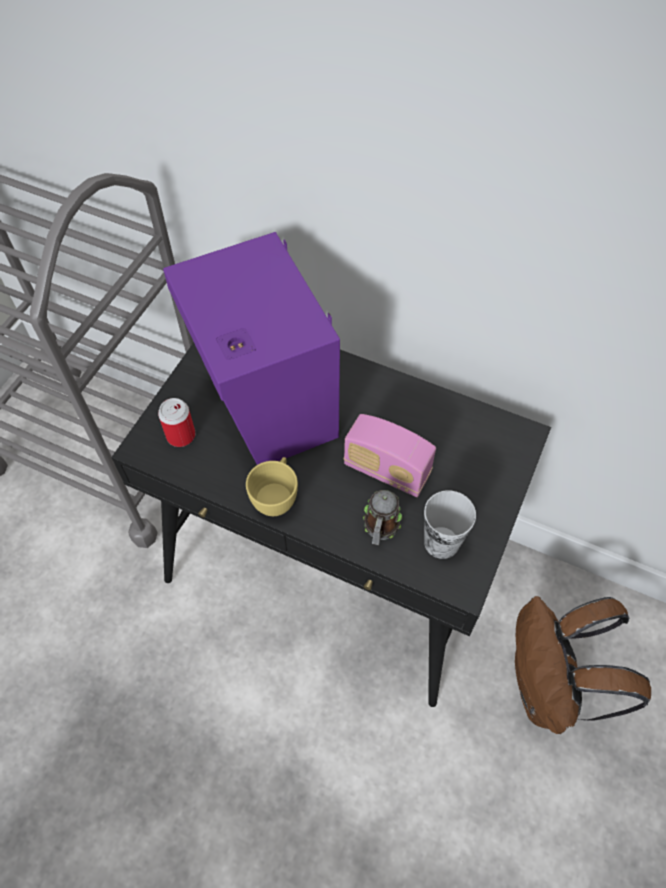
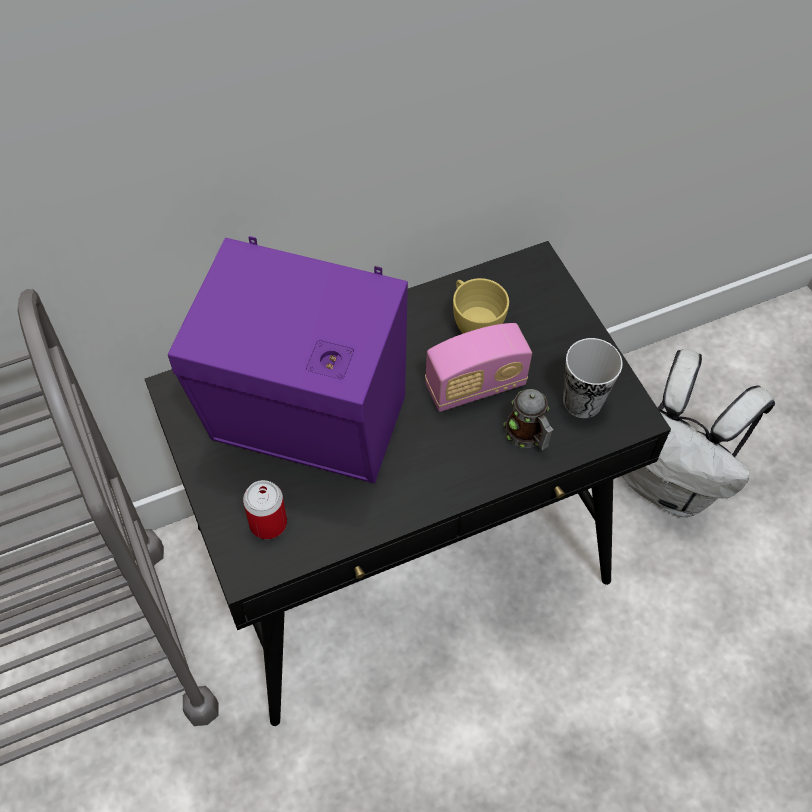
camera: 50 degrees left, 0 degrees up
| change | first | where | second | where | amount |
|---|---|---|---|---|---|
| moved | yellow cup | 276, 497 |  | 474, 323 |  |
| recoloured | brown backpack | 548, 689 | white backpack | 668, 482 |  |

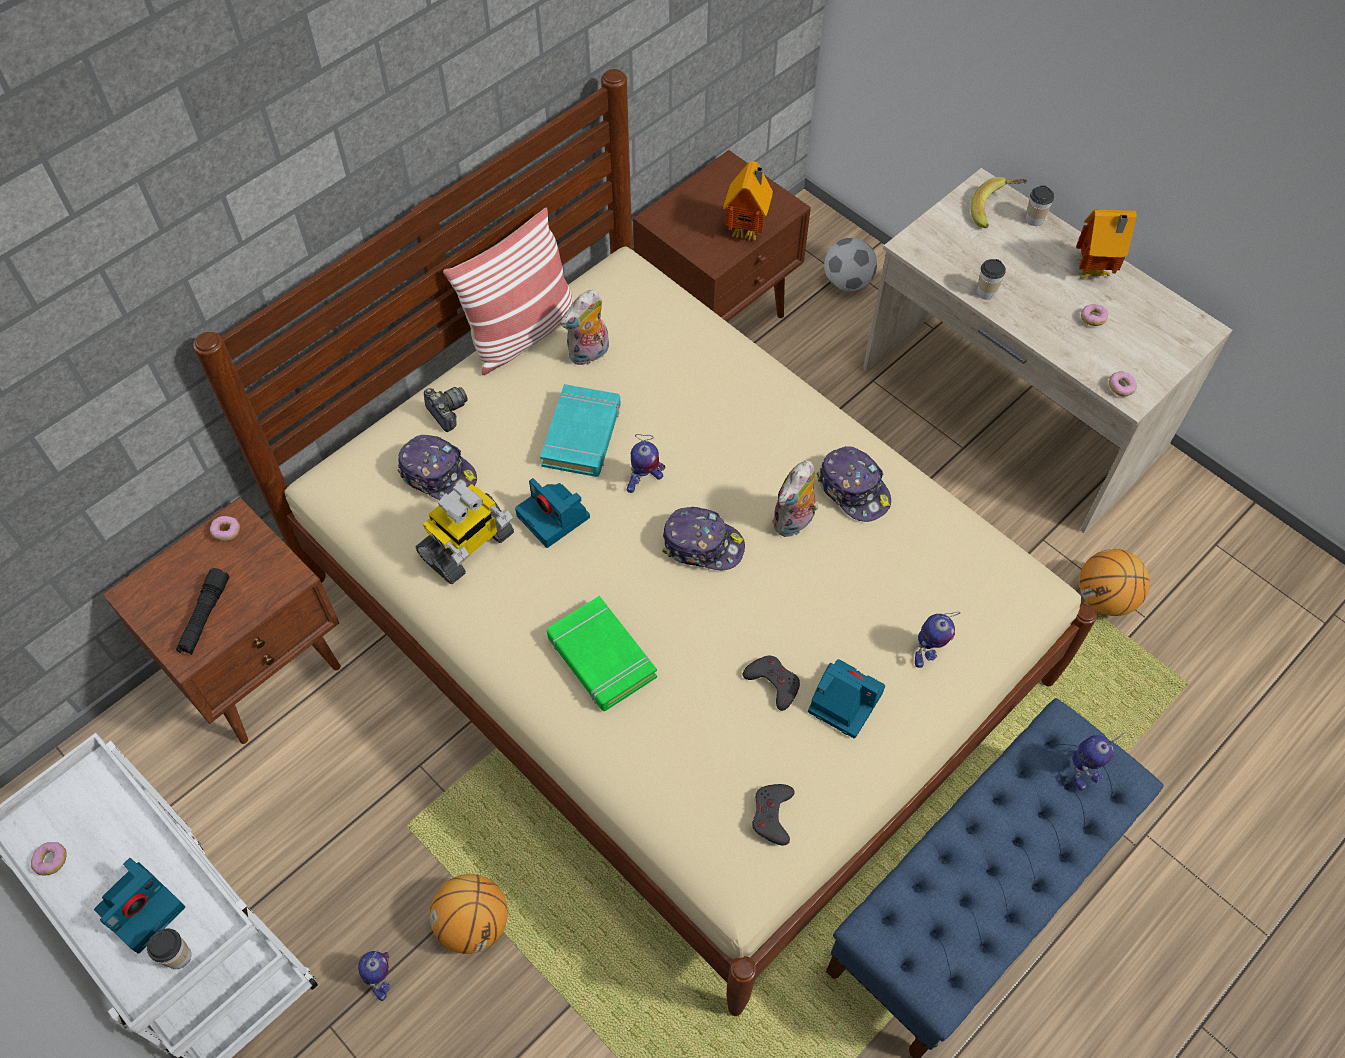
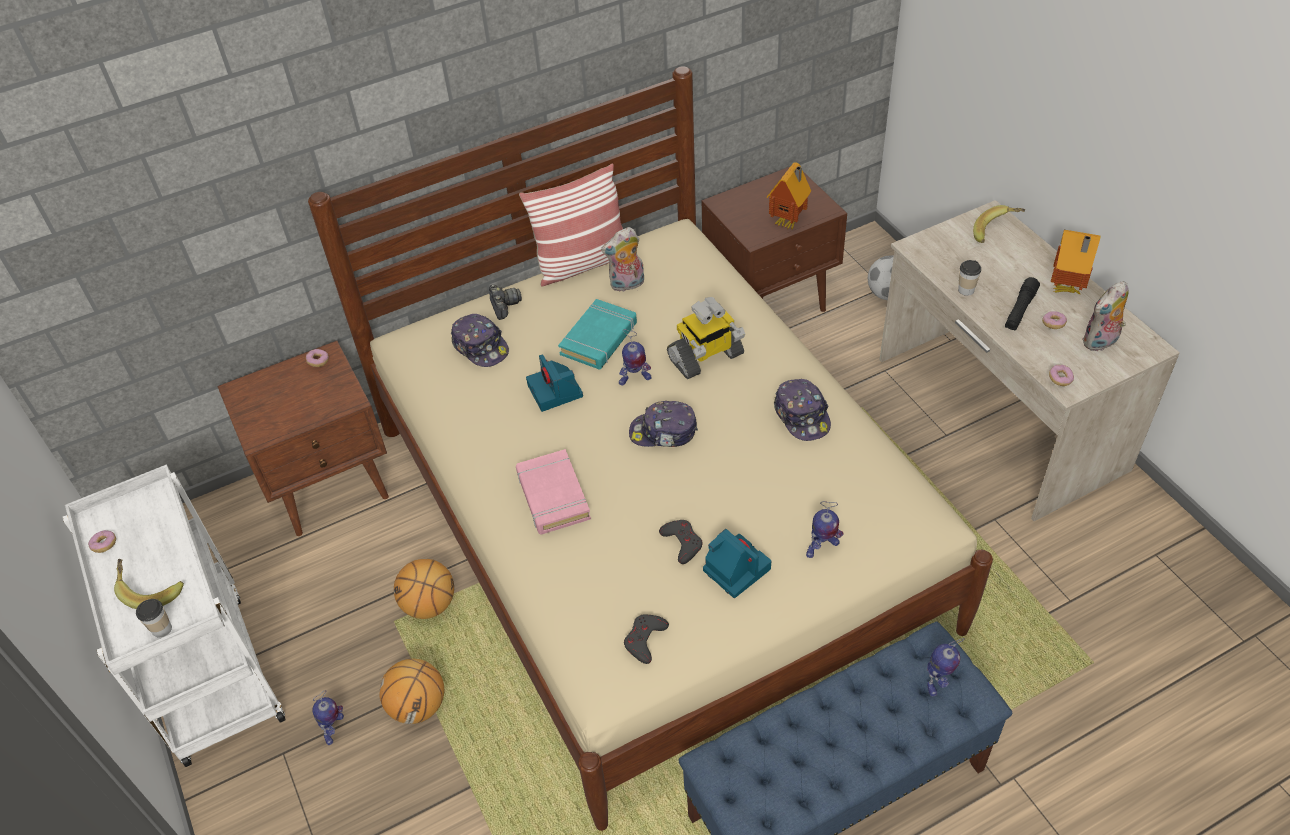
camera: 20 degrees right, 10 degrees down
| change | first | where | second | where | amount |
|---|---|---|---|---|---|
| removed | cup | 1034, 219 |  |  |  |
| moved | plush toy | 794, 523 |  | 1100, 343 |  |
| moved | toy robot | 467, 547 |  | 706, 357 |  |
| turned | cap | 702, 545 |  | 663, 432 | 150 degrees clockwise |
| moved | basketball | 1105, 598 |  | 429, 605 |  |
| moved | black flashlight | 205, 616 |  | 1020, 310 |  |
| recoloured | green book | 601, 657 | pink book | 553, 496 |  |
| replaced | photo camera | 142, 907 | banana | 151, 589 |  |

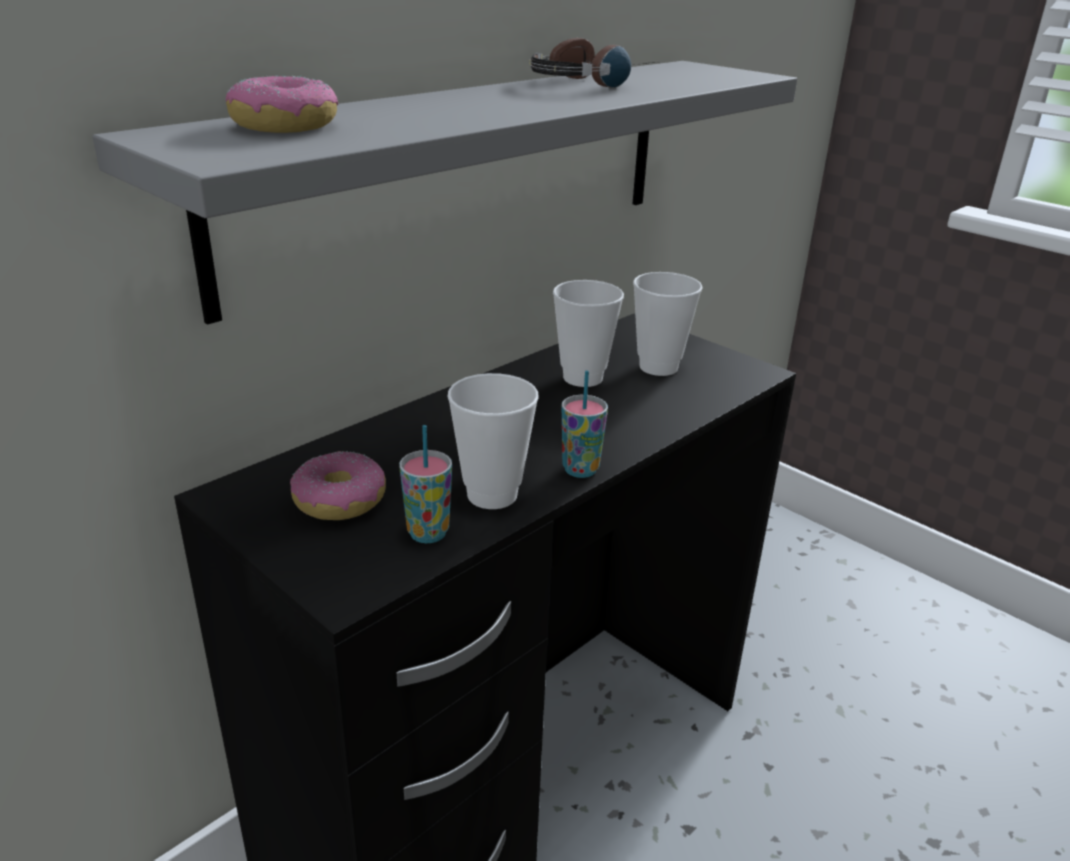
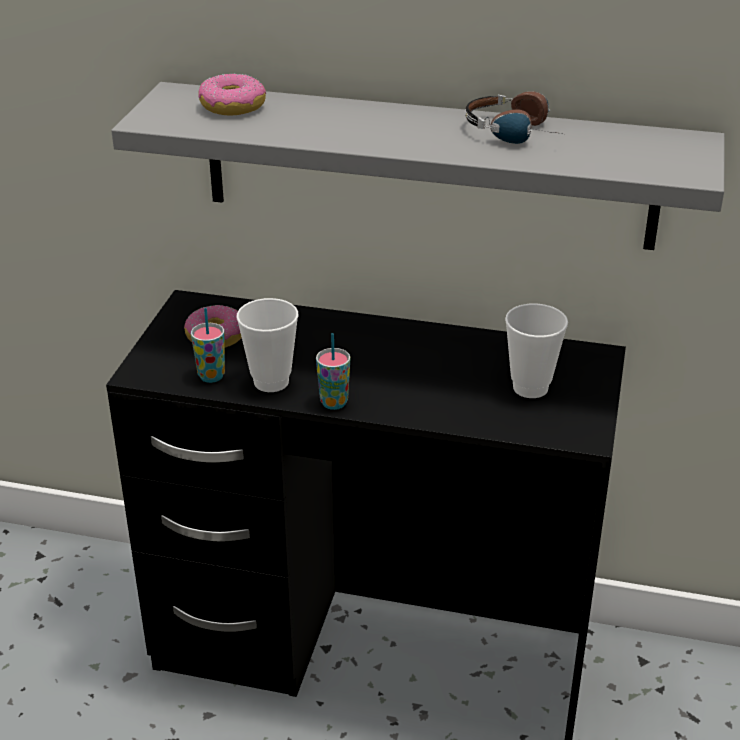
camera: 60 degrees right, 5 degrees up
| change | first | where | second | where | amount |
|---|---|---|---|---|---|
| removed | cup | 583, 378 |  |  |  |

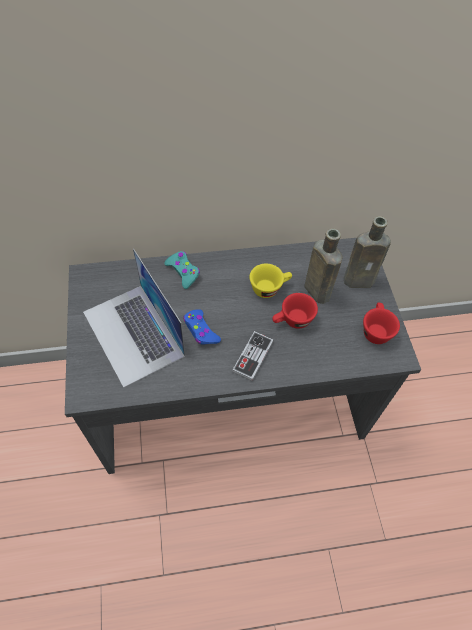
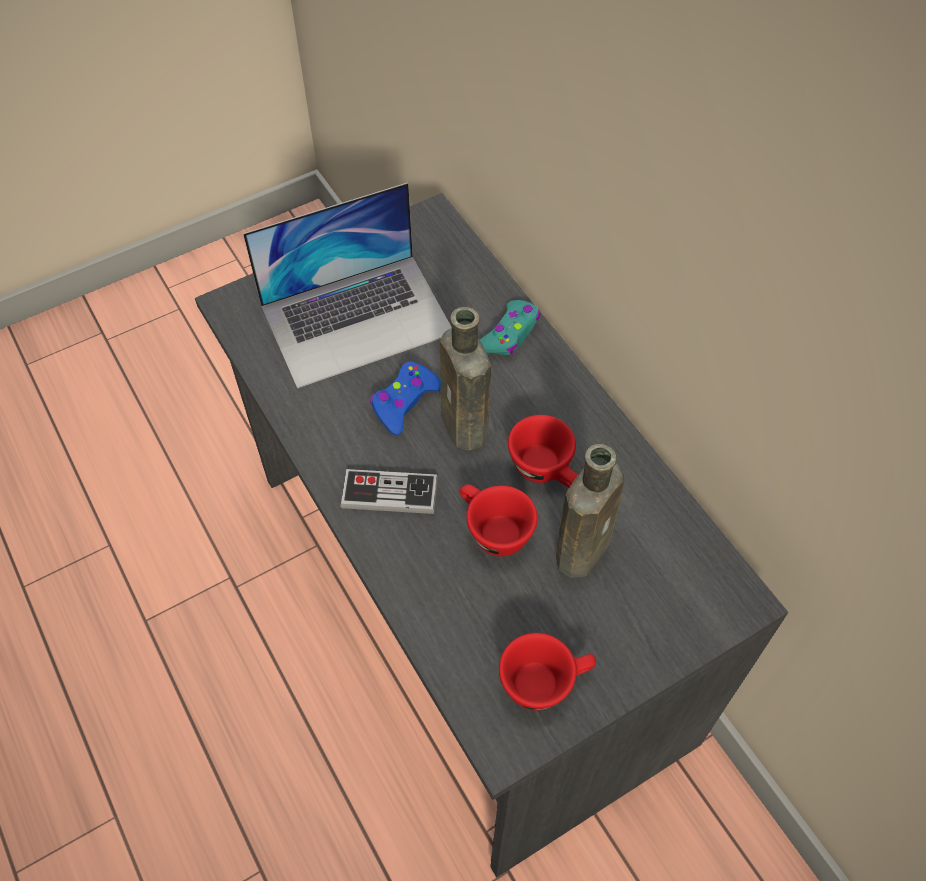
camera: 70 degrees right, 0 degrees up
| change | first | where | second | where | amount |
|---|---|---|---|---|---|
| moved | brown bottle | 361, 280 |  | 466, 429 |  |
| turned | laptop | 133, 334 |  | 357, 319 | 150 degrees counterclockwise |
| recoloured | yellow cup | 269, 287 | red cup | 547, 470 |  |

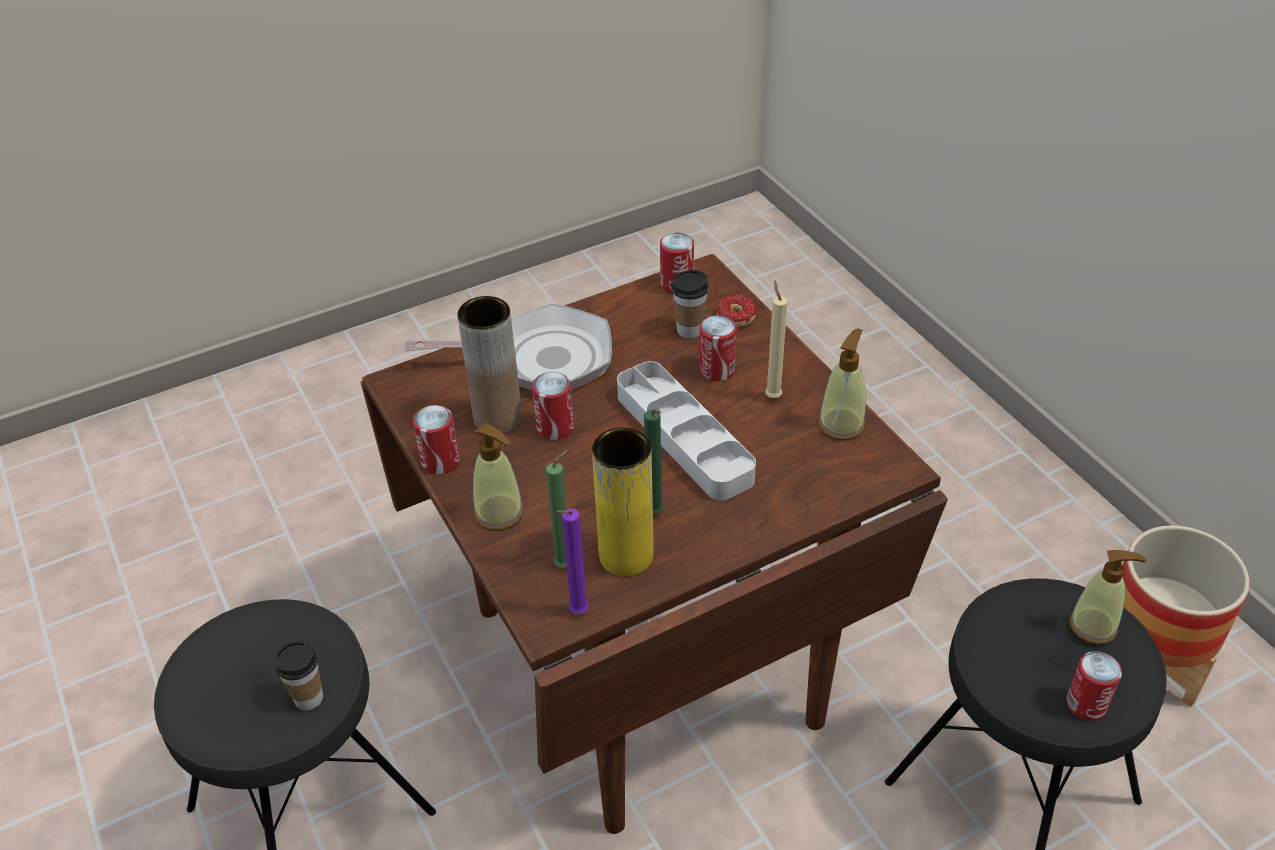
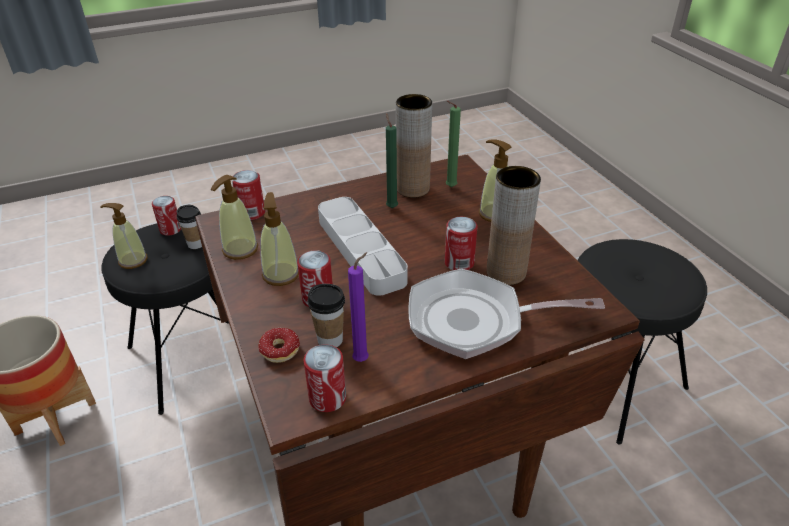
camera: 175 degrees left, 5 degrees down
| change | first | where | second | where | amount |
|---|---|---|---|---|---|
| replaced | beige candle | 772, 395 | soap dispenser | 281, 274 |  |
| moved | can | 440, 461 |  | 251, 213 |  |
| recoloured | yellow vase | 626, 556 | brown vase | 413, 189 |  |
| moved | purple candle | 576, 613 |  | 363, 359 |  |
| moved | cup | 308, 698 |  | 196, 244 |  |

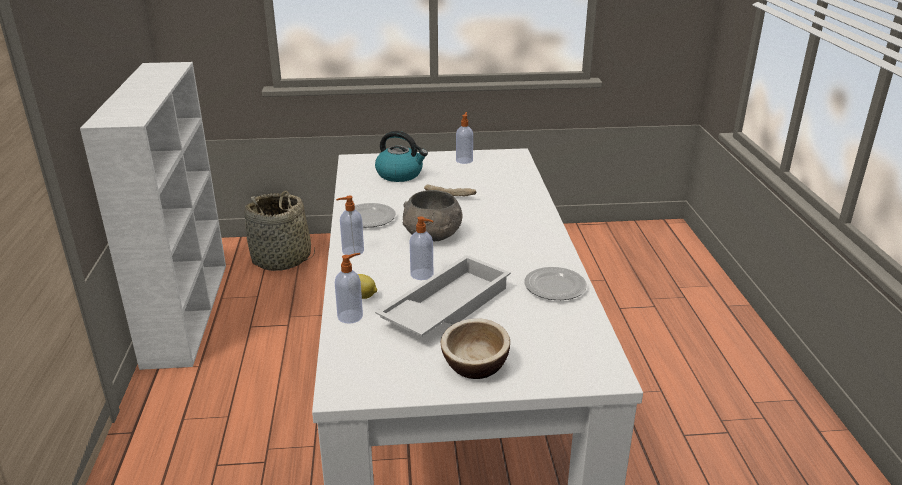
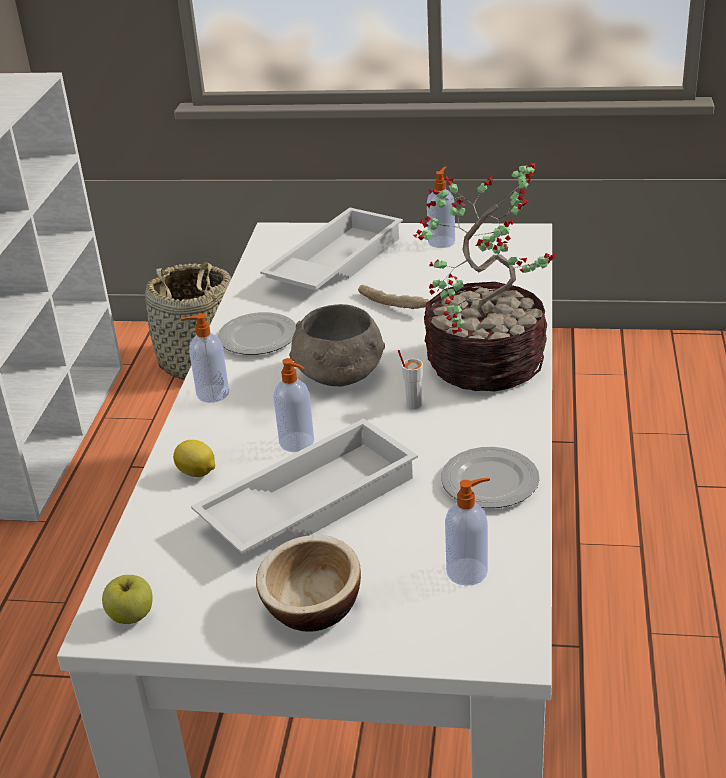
camera: 15 degrees right, 5 degrees up
| change | first | where | second | where | amount |
|---|---|---|---|---|---|
| replaced | kettle | 400, 174 | white tray | 334, 262 |  |
| moved | soap dispenser | 351, 316 |  | 468, 571 |  |
| added |  |  | potted plant | 488, 362 |  |
| added |  |  | white cup | 413, 404 |  |
| added |  |  | apple | 131, 615 |  |

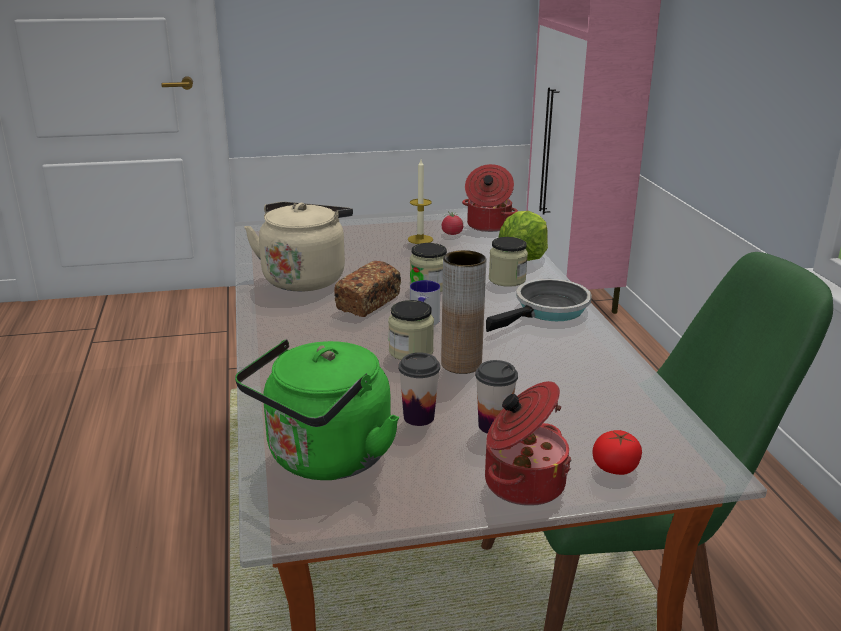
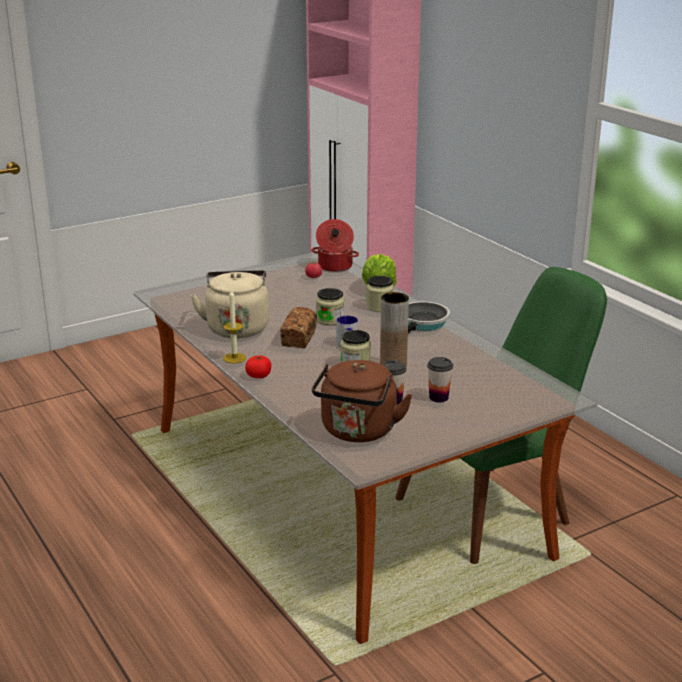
camera: 20 degrees left, 0 degrees up
| change | first | where | second | where | amount |
|---|---|---|---|---|---|
| moved | candle | 420, 239 |  | 234, 358 |  |
| recoloured | green kettle | 324, 459 | brown kettle | 358, 432 |  |
| removed | cooking pot | 522, 482 |  |  |  |
| moved | tomato | 615, 467 |  | 258, 375 |  |

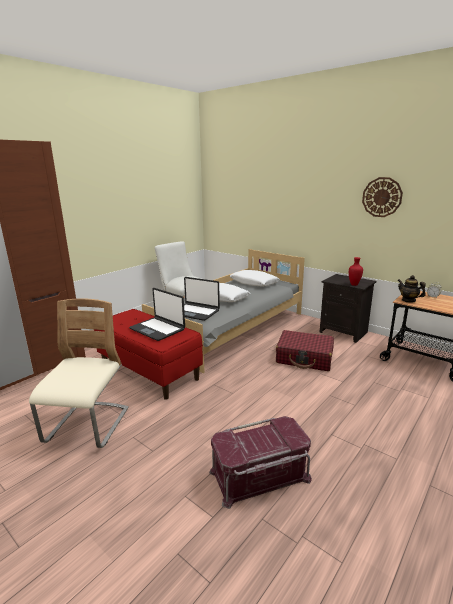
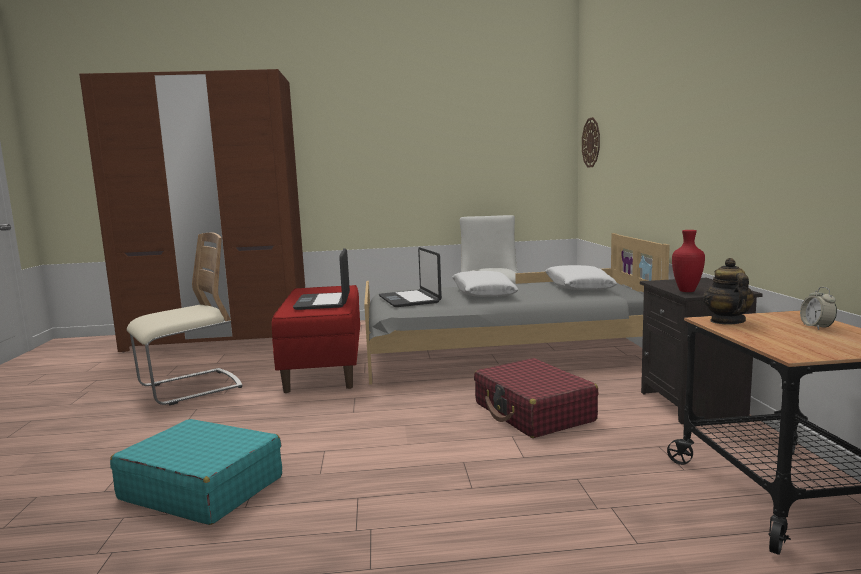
camera: 45 degrees right, 10 degrees down
| change | first | where | second | where | amount |
|---|---|---|---|---|---|
| moved | wall clock | 382, 197 |  | 591, 142 |  |
| replaced | red storage box | 260, 476 | turquoise suitcase | 201, 488 |  |

